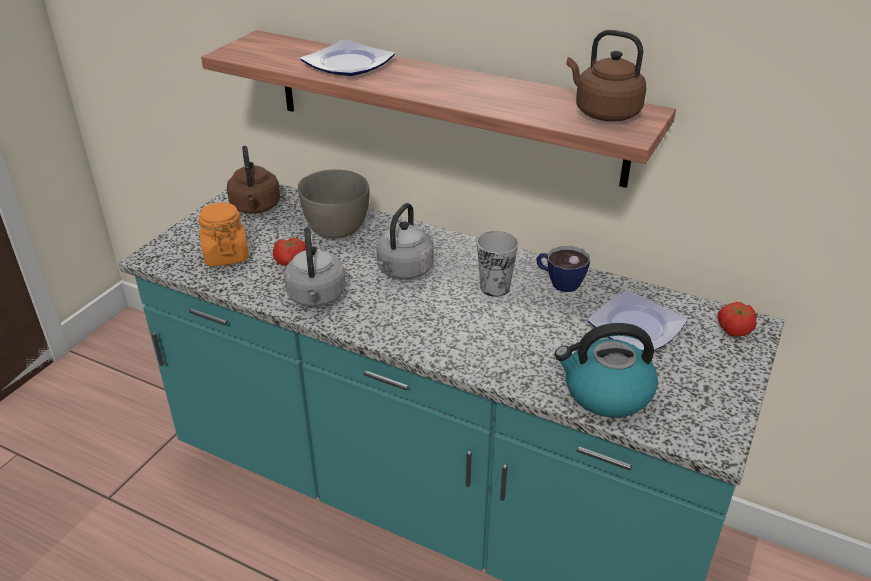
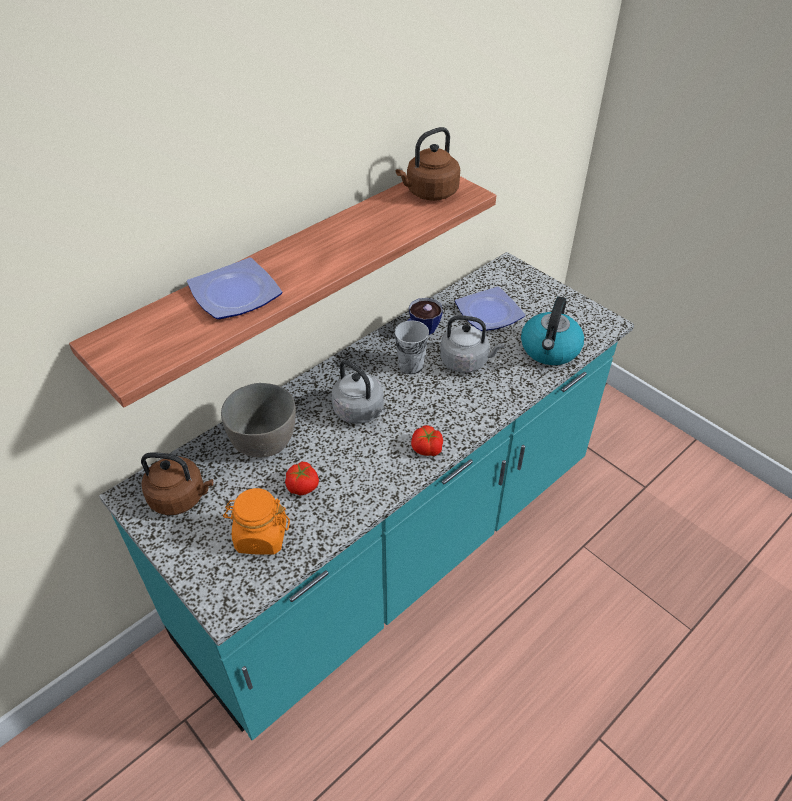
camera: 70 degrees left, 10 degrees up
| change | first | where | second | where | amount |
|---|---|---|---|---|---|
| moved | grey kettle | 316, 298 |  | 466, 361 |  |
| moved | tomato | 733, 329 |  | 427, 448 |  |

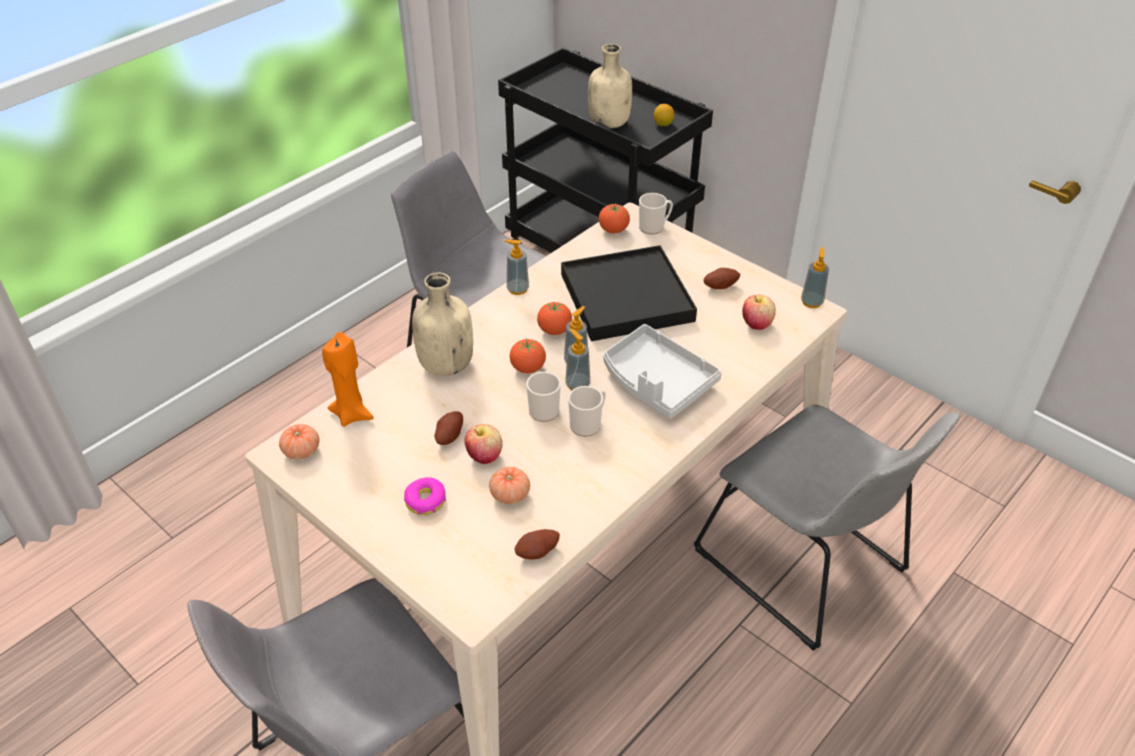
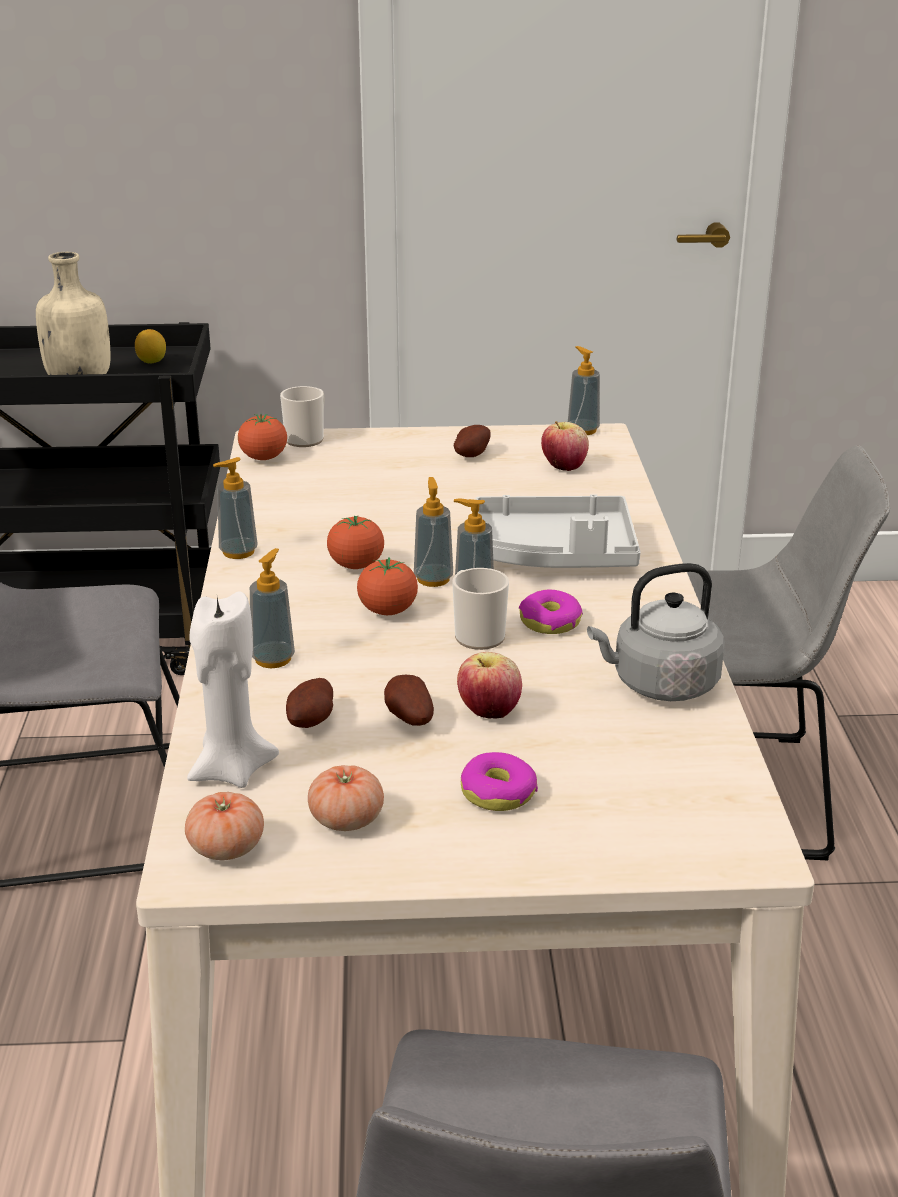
camera: 45 degrees left, 15 degrees down
| change | first | where | second | where | amount |
|---|---|---|---|---|---|
| removed | black tray | 626, 297 |  |  |  |
| replaced | beige bottle | 445, 364 | soap dispenser | 273, 659 |  |
| recoloured | orange candle | 352, 414 | white candle | 231, 770 |  |
| replaced | mug | 588, 424 | donut | 550, 622 |  |
| moved | tomato | 510, 495 |  | 346, 820 |  |
| moved | potato | 538, 553 |  | 313, 721 |  |
| added |  |  | grey kettle | 660, 685 |  |

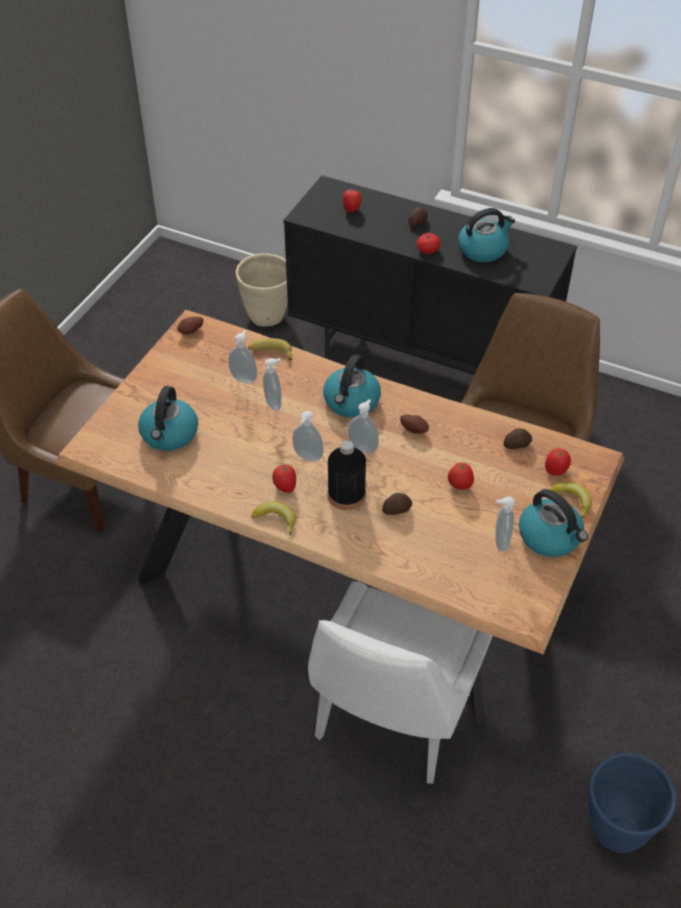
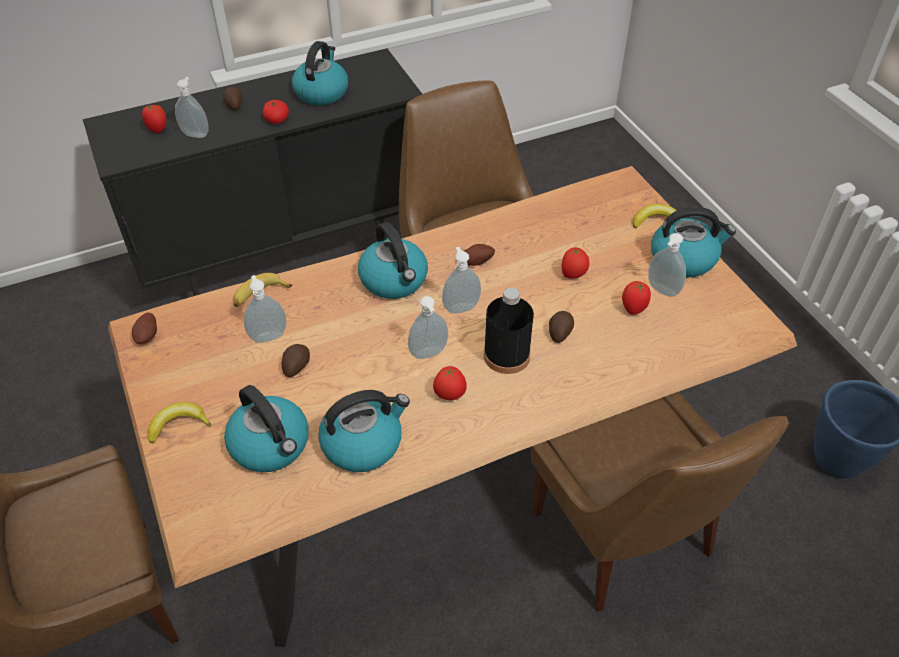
camera: 50 degrees left, 0 degrees up
| change | first | where | second | where | amount |
|---|---|---|---|---|---|
| removed | beige planter | 267, 317 |  |  |  |
| moved | soap dispenser | 274, 403 |  | 196, 134 |  |
| moved | potato | 516, 444 |  | 296, 366 |  |
| moved | tomato | 556, 471 |  | 633, 308 |  |
| moved | banana | 276, 519 |  | 178, 425 |  |
| recoloured | white chair | 391, 720 | brown chair | 625, 538 |  |
| added |  |  | kettle | 363, 443 |  |

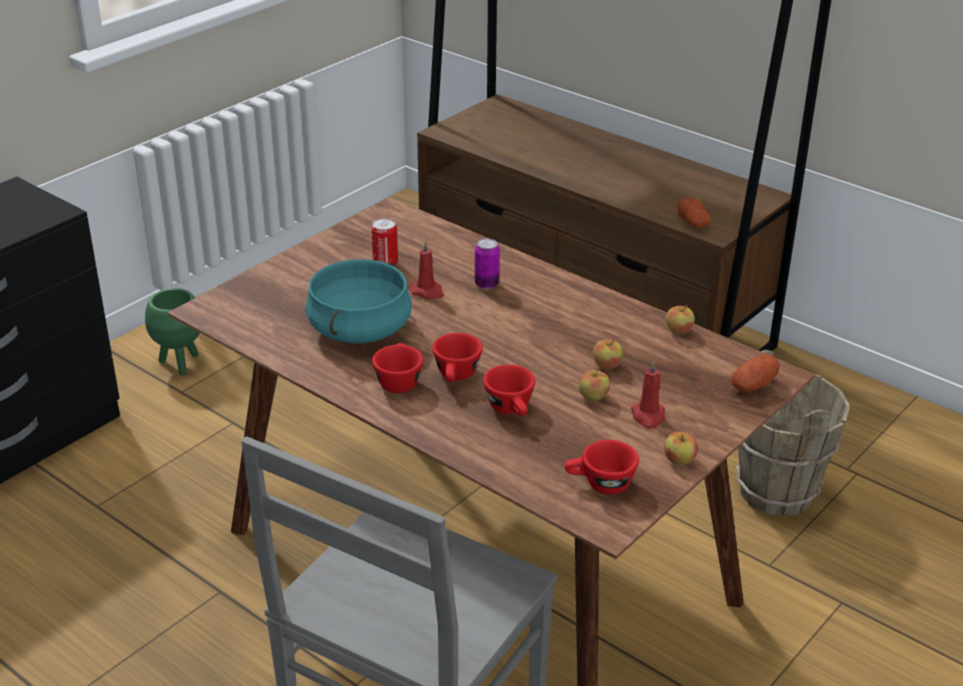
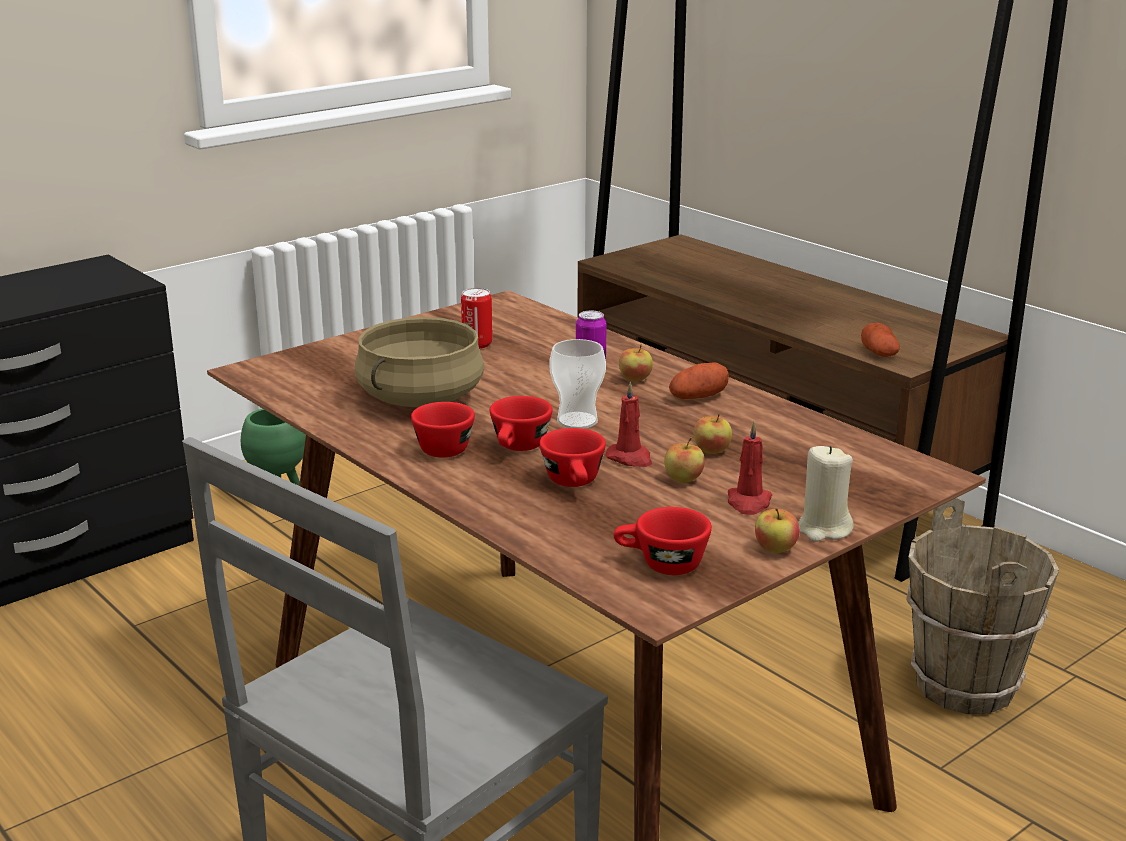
camera: 10 degrees right, 10 degrees down
| change | first | where | second | where | amount |
|---|---|---|---|---|---|
| moved | red candle | 427, 292 |  | 630, 458 |  |
| recoloured | turquoise cooking pot | 360, 330 | beige cooking pot | 421, 399 |  |
| moved | apple | 679, 331 |  | 635, 379 |  |
| moved | potato | 753, 385 |  | 698, 397 |  |
| added |  |  | cup | 577, 421 |  |
| added |  |  | beige candle | 823, 529 |  |

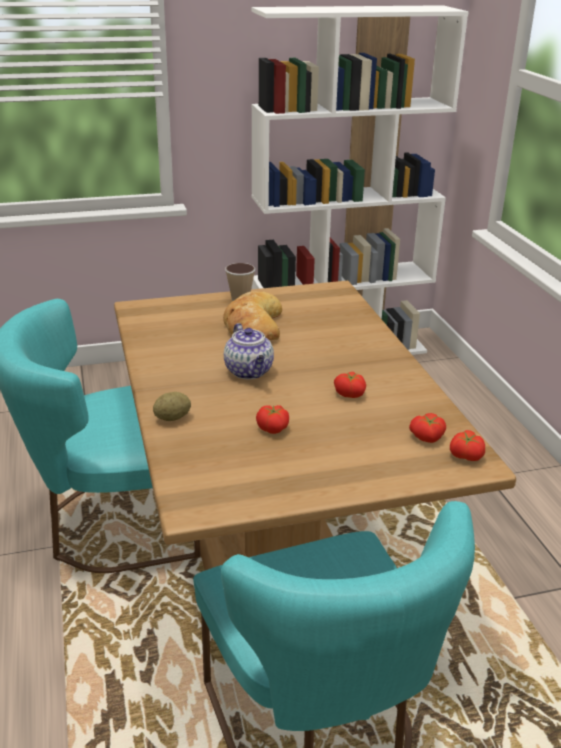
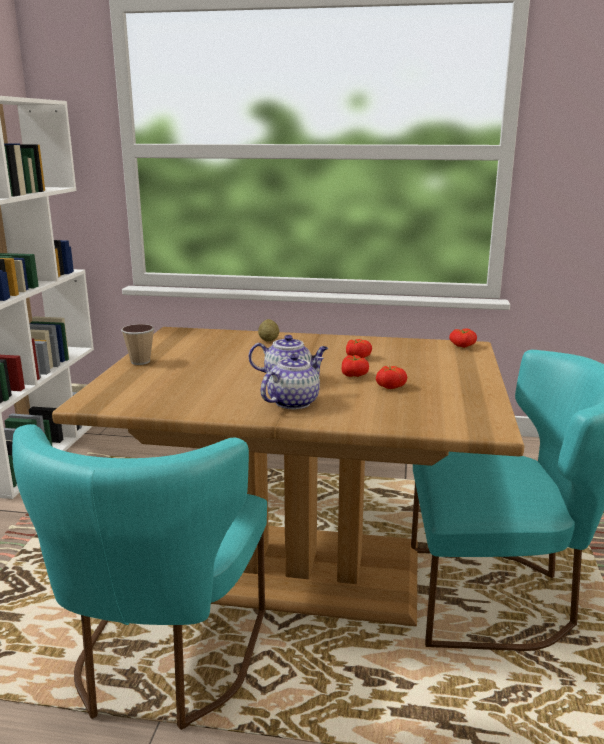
camera: 65 degrees left, 10 degrees down
| change | first | where | second | where | amount |
|---|---|---|---|---|---|
| removed | bread | 253, 326 |  |  |  |
| moved | potato | 172, 418 |  | 268, 340 |  |
| moved | tomato | 427, 438 |  | 355, 375 |  |
| added |  |  | teapot | 293, 402 |  |

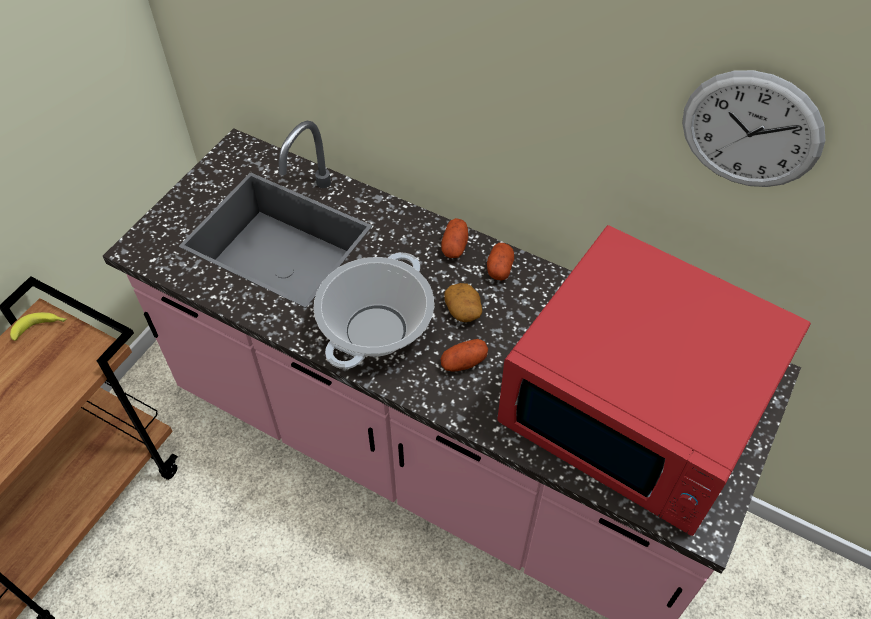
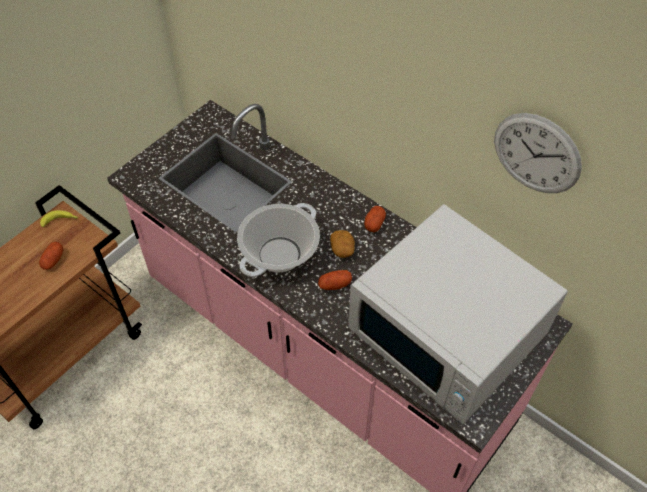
camera: 10 degrees right, 0 degrees up
| change | first | where | second | where | amount |
|---|---|---|---|---|---|
| moved | potato | 454, 246 |  | 53, 260 |  |
| recoloured | red microwave | 637, 408 | white microwave | 448, 334 |  |

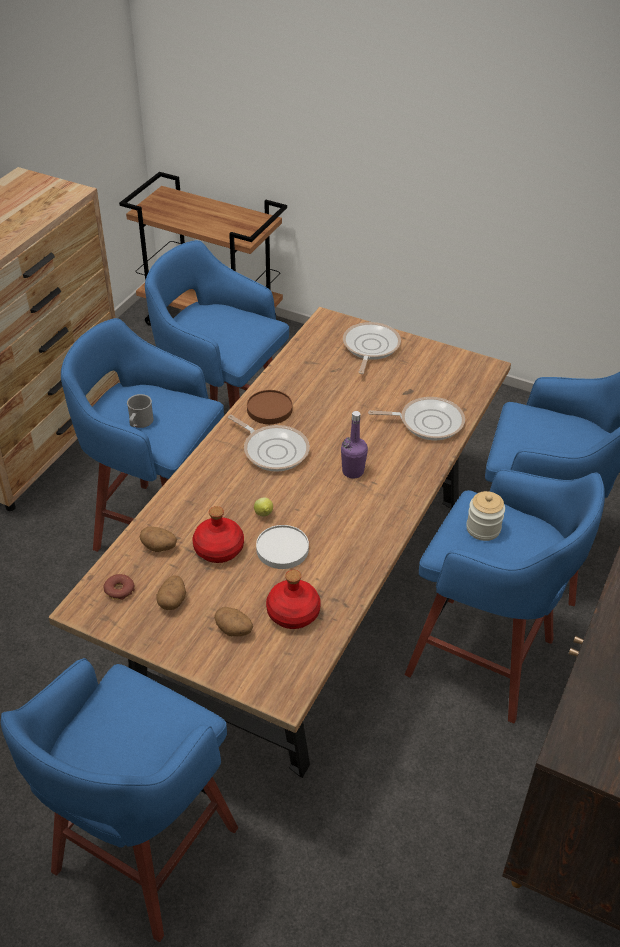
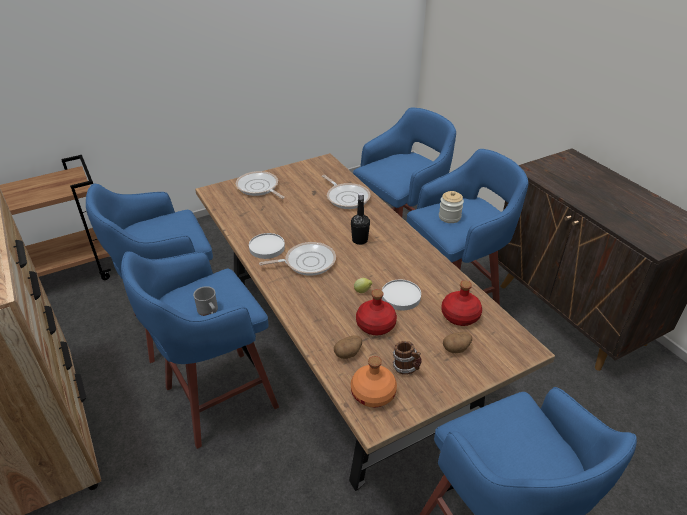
camera: 55 degrees left, 5 degrees down
| change | first | where | second | where | amount |
|---|---|---|---|---|---|
| recoloured | brown plate | 270, 409 | white plate | 267, 247 |  |
| turned | frying pan | 427, 422 |  | 347, 197 | 105 degrees clockwise |
| recoloured | purple bottle | 353, 471 | black bottle | 360, 240 |  |
| replaced | donut | 119, 590 | orange bottle | 373, 393 |  |
| replaced | potato | 172, 601 | mug | 406, 368 |  |

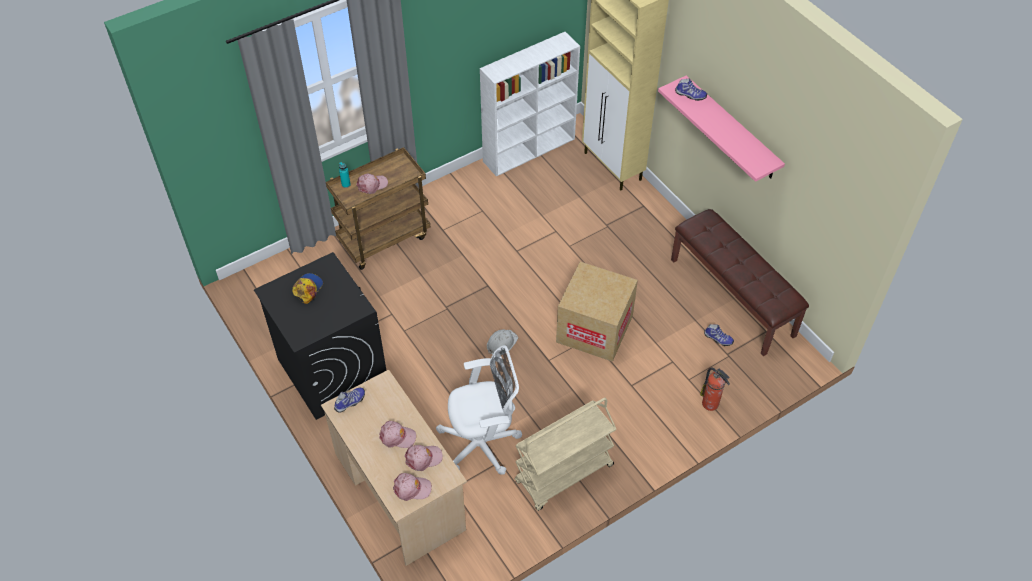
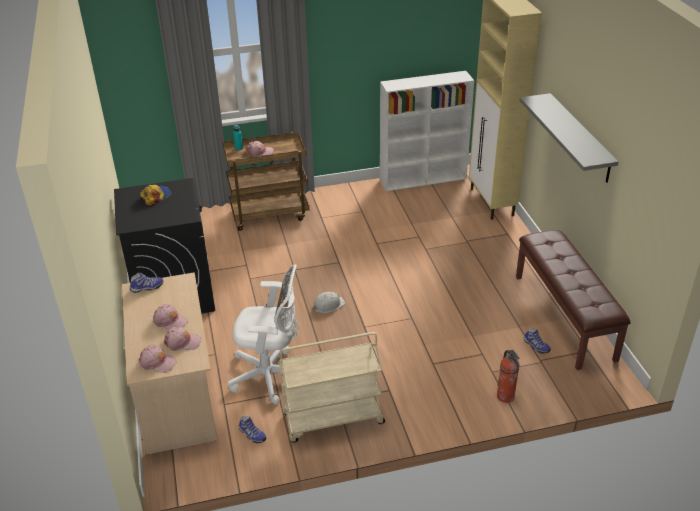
camera: 20 degrees right, 15 degrees down
| change | first | where | second | where | amount |
|---|---|---|---|---|---|
| recoloured | pink shelf | 731, 128 | grey shelf | 580, 138 |  |
| moved | shoe | 690, 95 |  | 252, 435 |  |
| removed | cardboard box | 594, 329 |  |  |  |

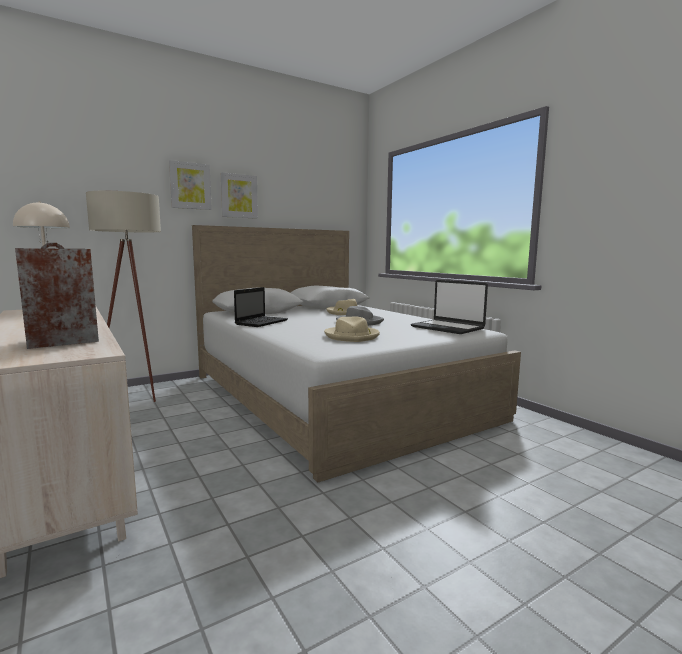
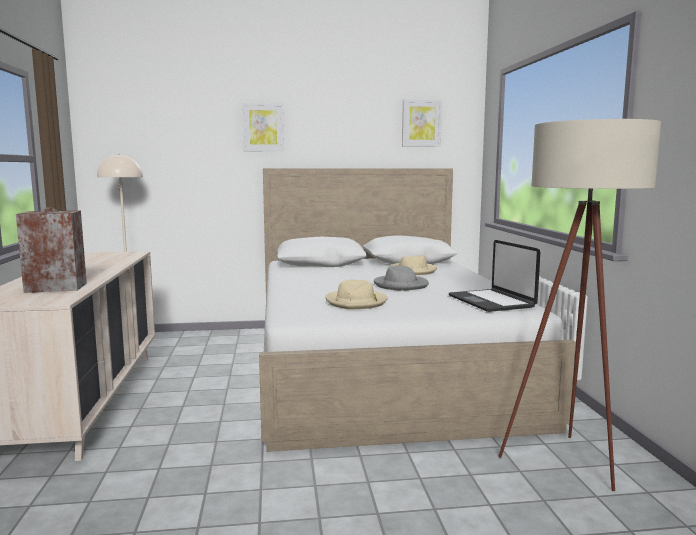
camera: 25 degrees right, 0 degrees up
| change | first | where | second | where | amount |
|---|---|---|---|---|---|
| moved | picture | 239, 196 |  | 421, 123 |  |
| moved | beige floor lamp | 138, 396 |  | 569, 466 |  |
| removed | laptop | 262, 322 |  |  |  |

